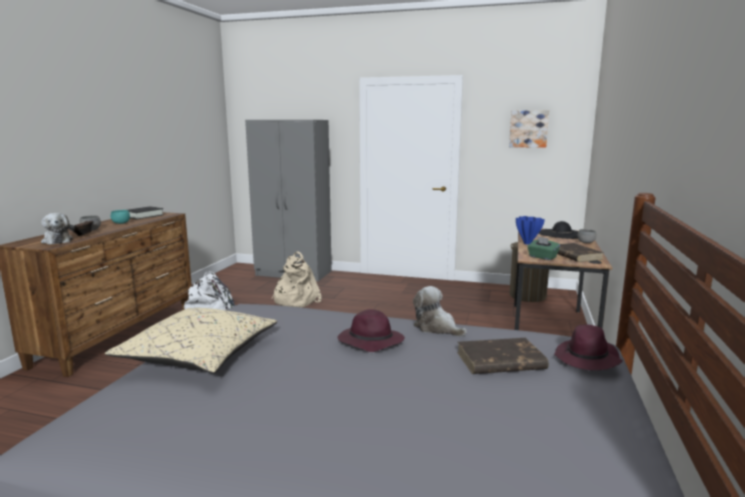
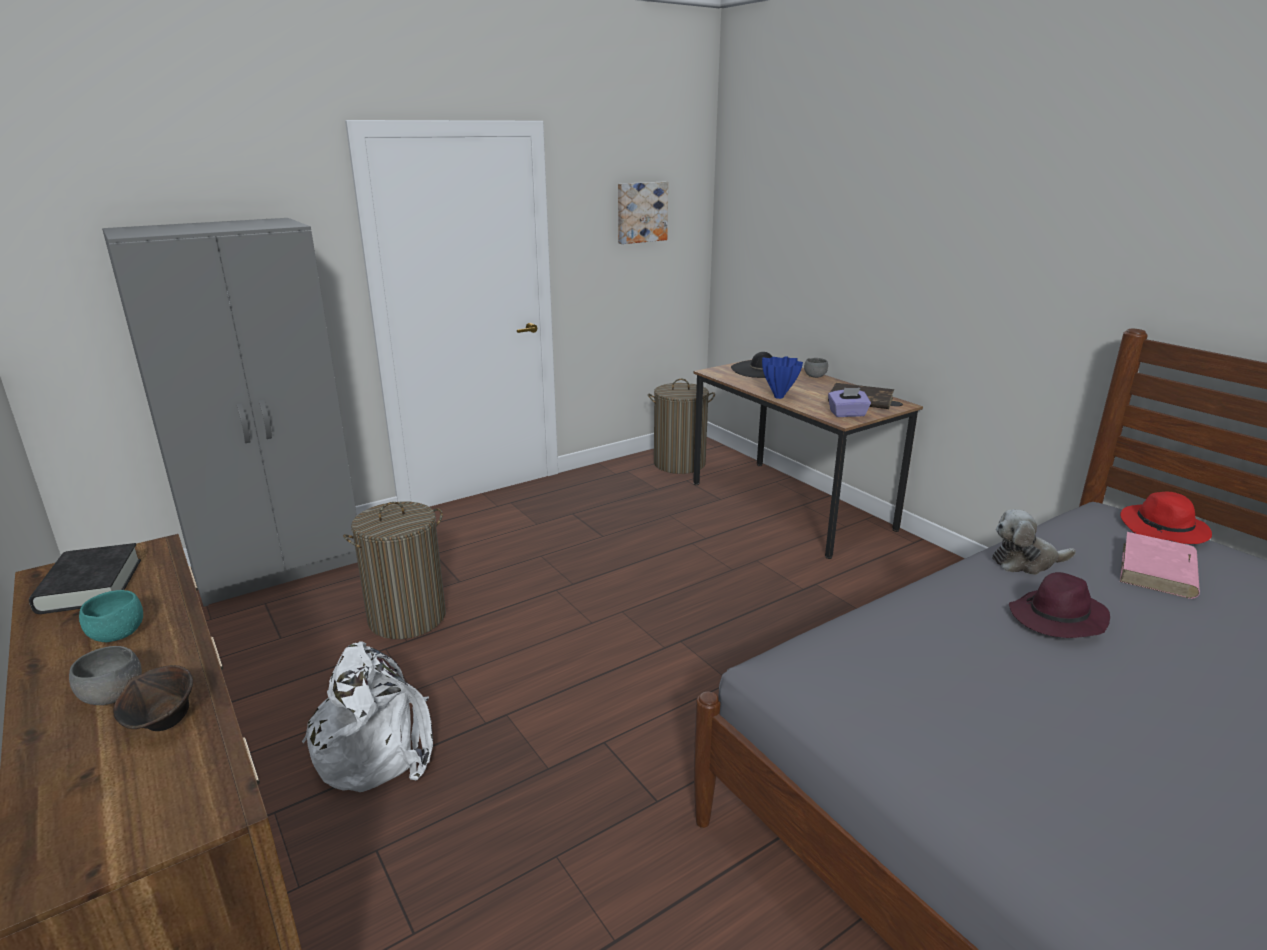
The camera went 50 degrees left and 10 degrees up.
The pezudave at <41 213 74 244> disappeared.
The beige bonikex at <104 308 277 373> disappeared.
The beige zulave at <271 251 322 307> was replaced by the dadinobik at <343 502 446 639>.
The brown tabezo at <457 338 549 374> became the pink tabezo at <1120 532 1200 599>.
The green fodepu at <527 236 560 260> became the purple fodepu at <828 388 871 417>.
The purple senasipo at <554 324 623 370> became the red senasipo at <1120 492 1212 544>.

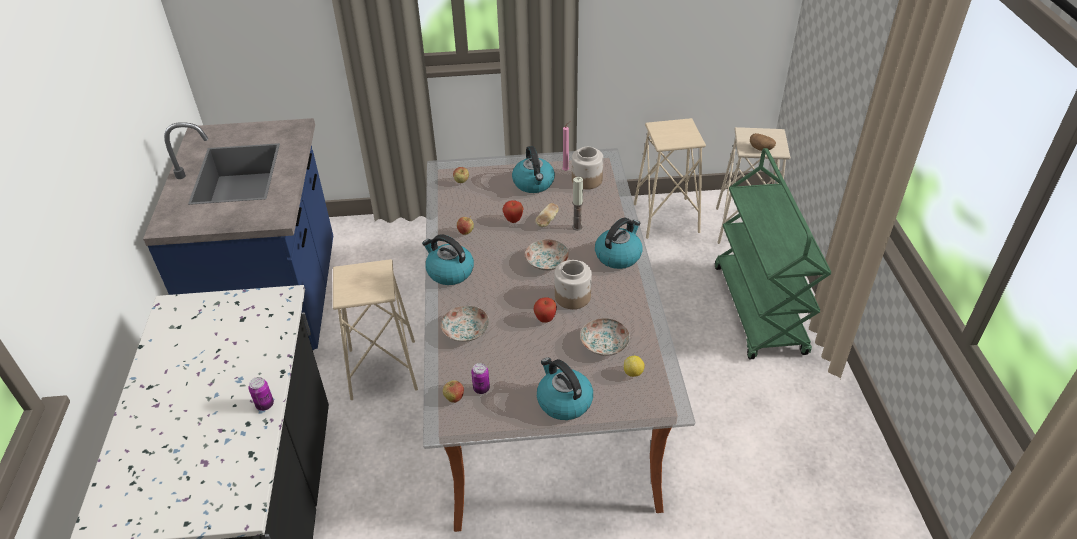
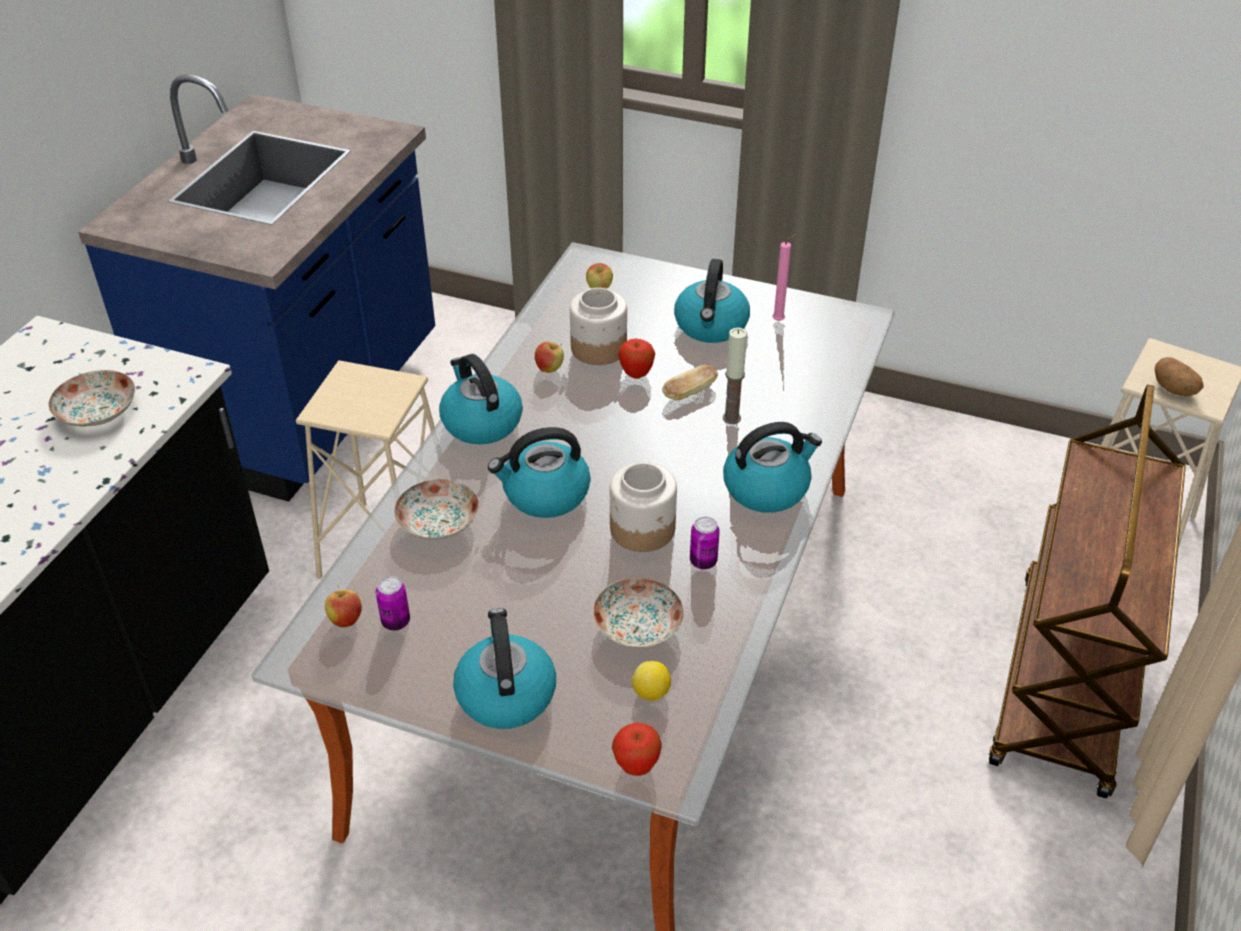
The camera went 25 degrees right and 0 degrees up.
The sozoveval moved from <249 377 274 411> to <690 517 720 569>.
The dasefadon moved from <525 239 569 271> to <49 370 135 427>.
The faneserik moved from <534 297 557 323> to <612 723 662 776>.
The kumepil moved from <572 147 603 189> to <570 288 627 365>.
The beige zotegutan at <634 118 706 239> disappeared.
The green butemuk at <715 148 832 359> became the brown butemuk at <989 385 1186 798>.
The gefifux at <488 427 591 518> appeared.

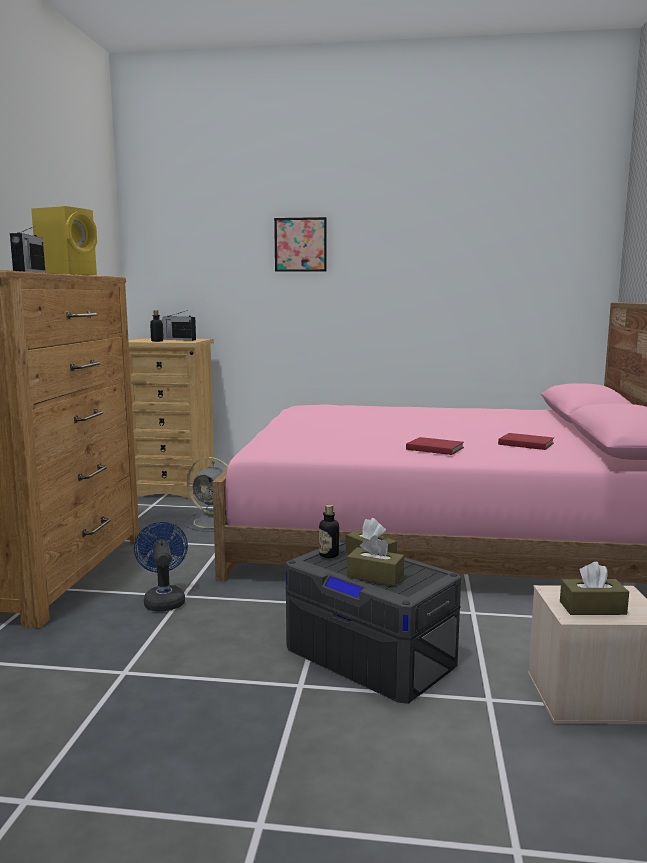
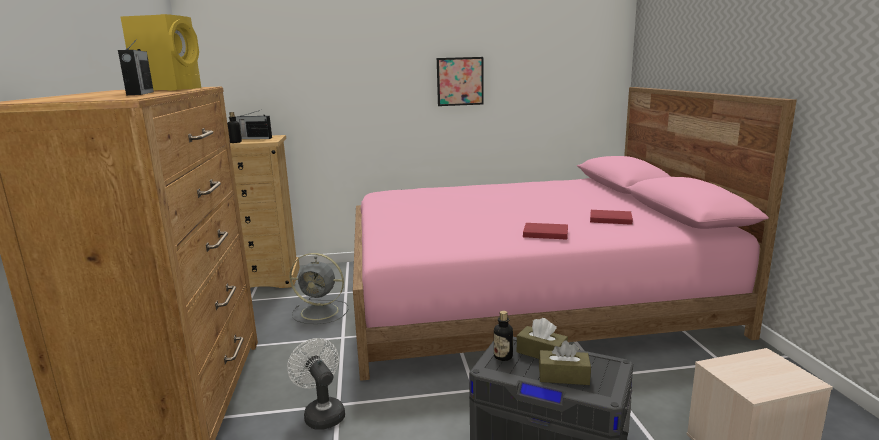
The camera went 15 degrees left and 5 degrees up.
The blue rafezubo at <134 522 188 612> became the white rafezubo at <287 338 345 429>.
The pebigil moved from <274 217 327 272> to <437 57 484 106>.
The brown fodepu at <560 562 629 615> disappeared.

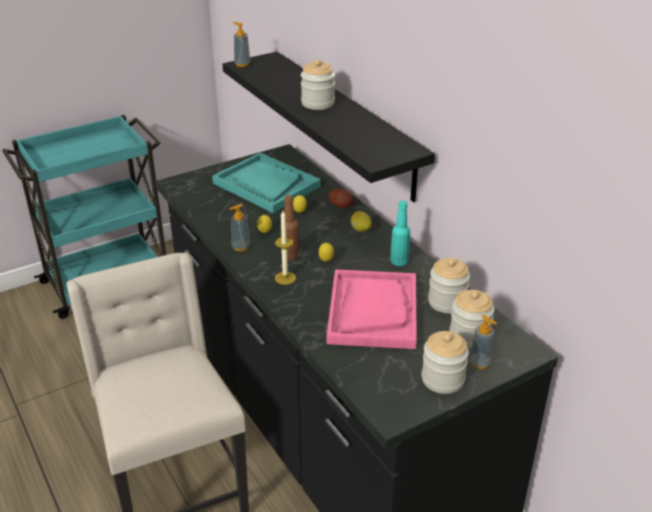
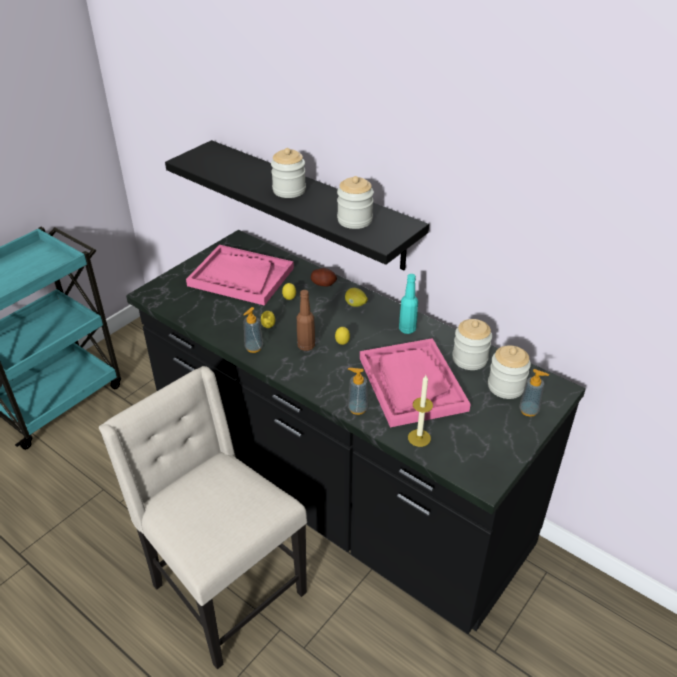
The camera went 20 degrees left and 5 degrees up.
The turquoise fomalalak at <212 152 321 213> became the pink fomalalak at <186 245 294 306>.
The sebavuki moved from <233 22 250 67> to <348 368 368 415>.
The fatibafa moved from <275 211 296 285> to <408 375 433 447>.
The kumepil moved from <422 331 469 394> to <337 176 374 229>.

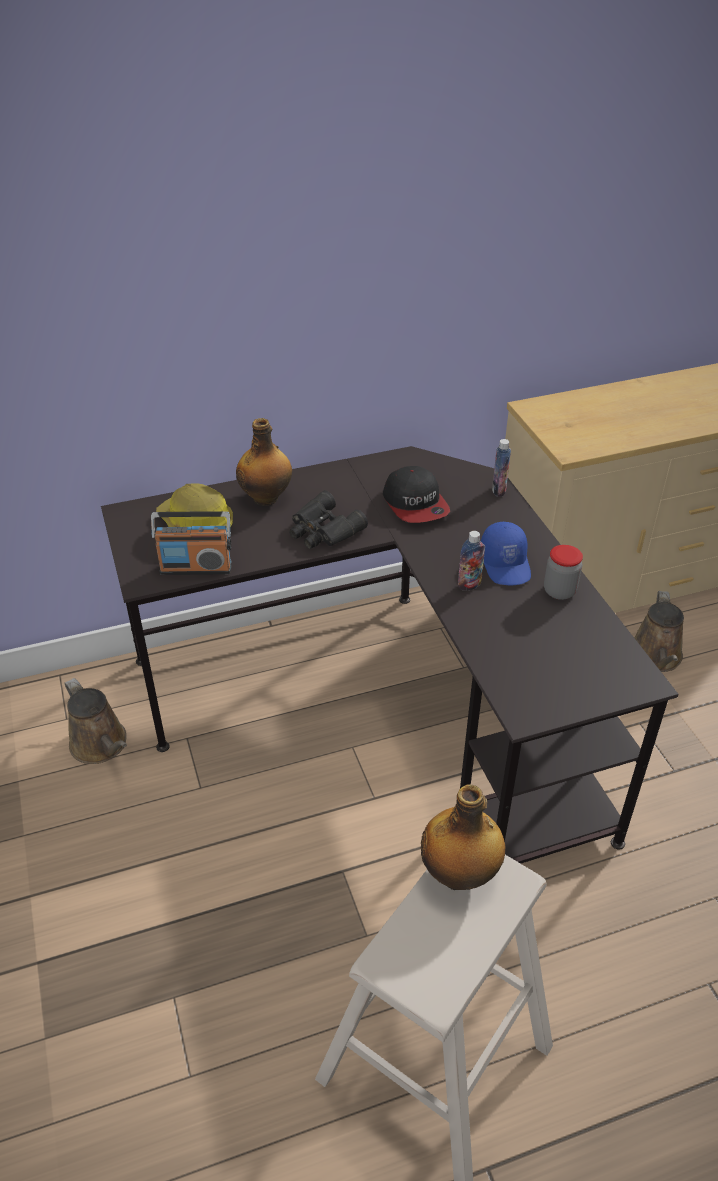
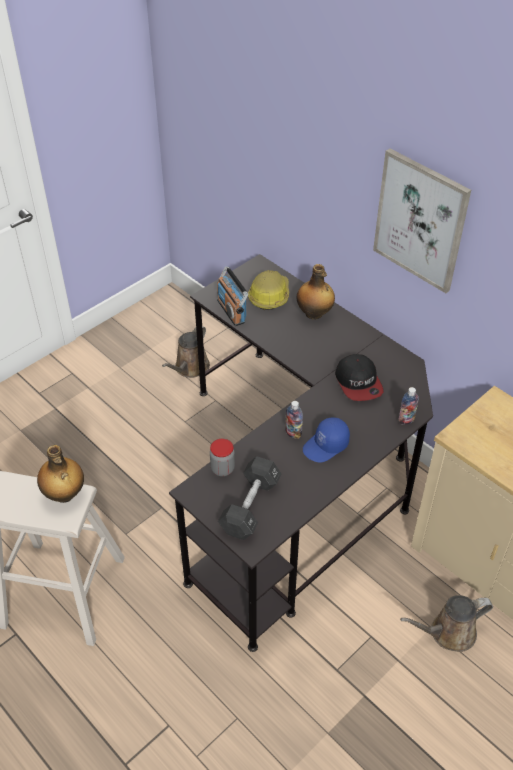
The camera went 65 degrees right and 5 degrees up.
The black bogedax at <289 490 368 549> disappeared.
The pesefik at <383 466 450 523> turned 60 degrees counterclockwise.
The kumepil moved from <544 545 583 600> to <210 439 235 476>.
The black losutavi at <218 456 281 540> appeared.
The pebigil at <373 149 471 293> appeared.

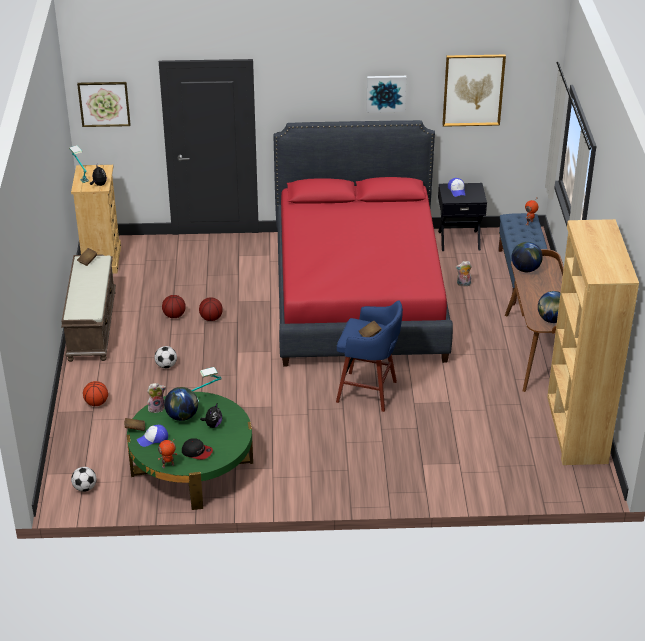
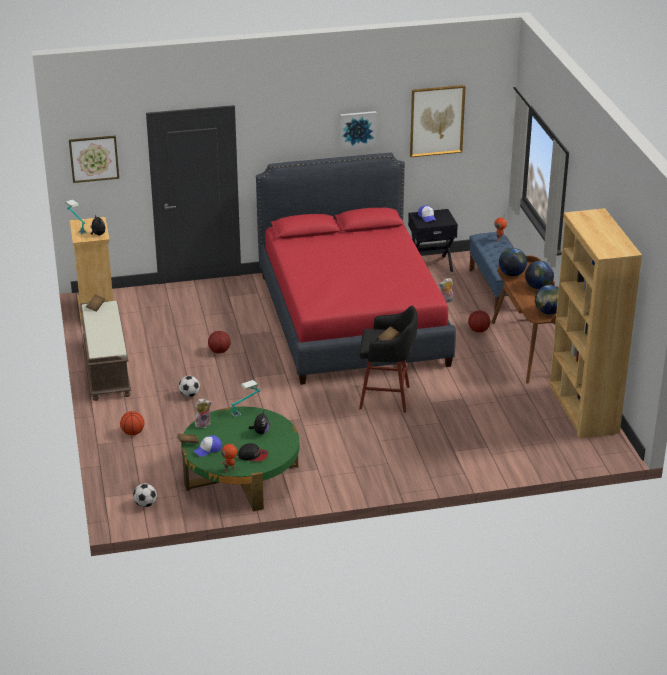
The camera went 10 degrees left and 5 degrees down.
The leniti moved from <162 295 186 318> to <468 310 490 333>.
The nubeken moved from <164 387 198 421> to <525 261 554 289>.
The blue zotegutan at <336 300 403 412> became the black zotegutan at <359 306 418 413>.

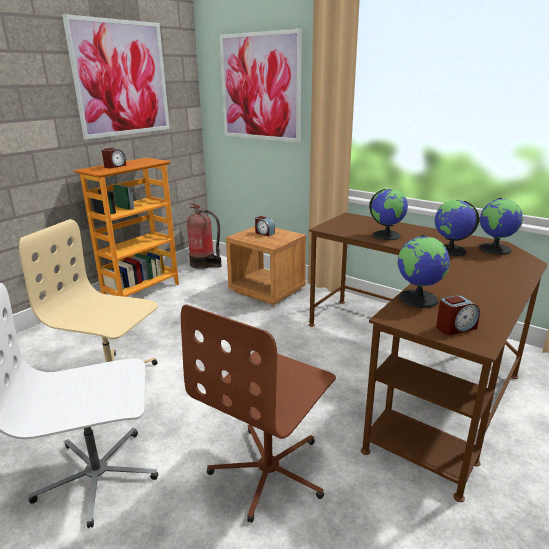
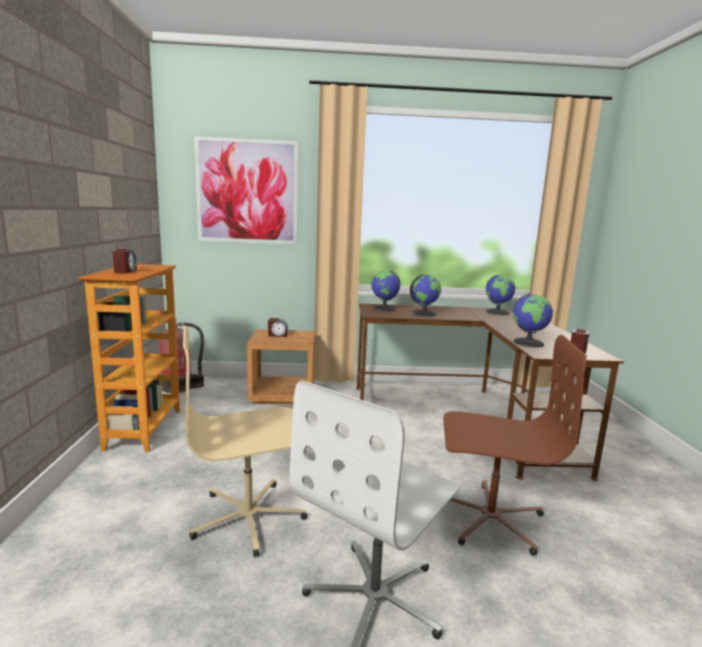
The camera went 40 degrees left and 10 degrees down.
The pebigil at <62 14 170 140> disappeared.
The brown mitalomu at <181 304 336 523> turned 75 degrees counterclockwise.
The nubeken moved from <435 200 480 256> to <371 271 401 311>.

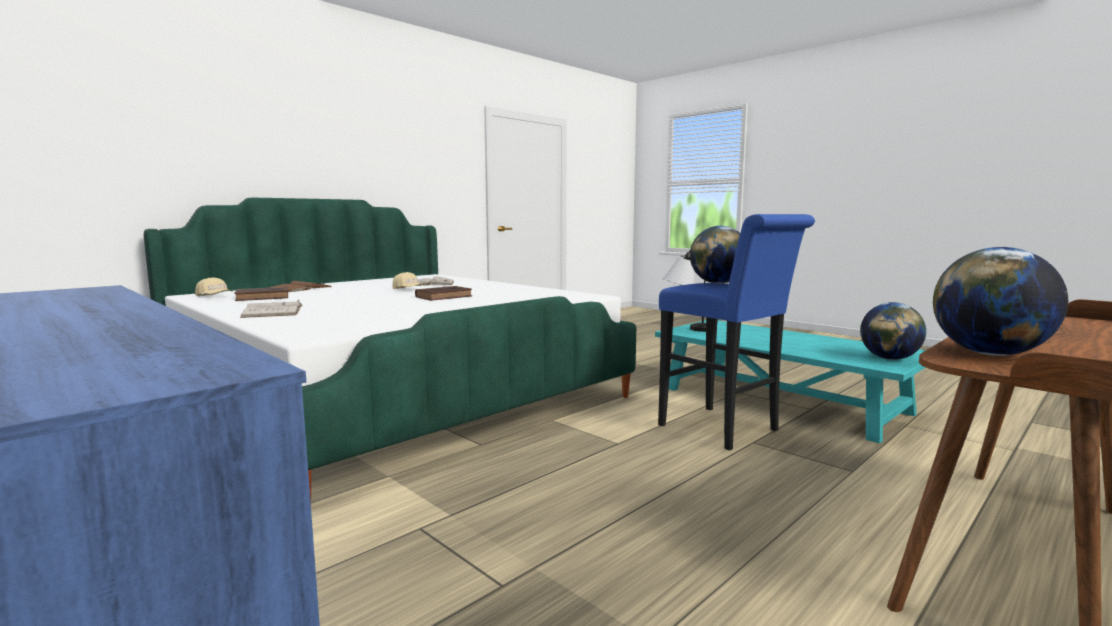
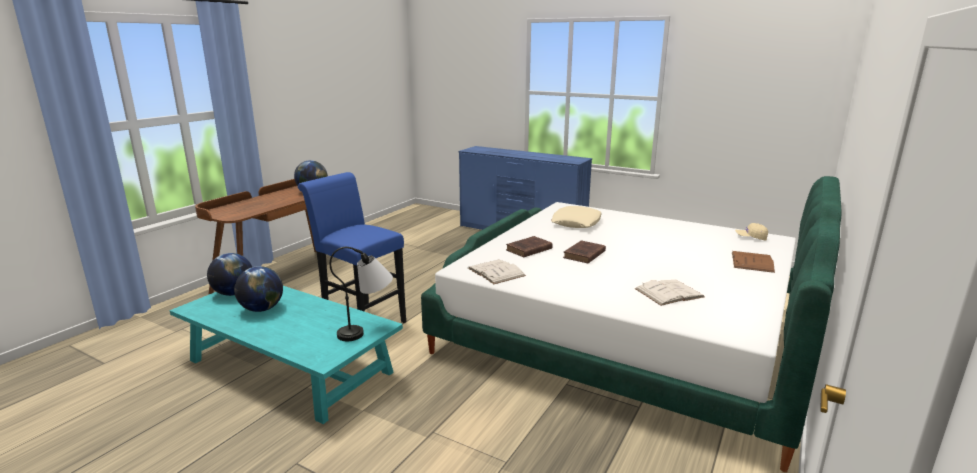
The camera went 165 degrees right and 10 degrees up.
The brown tabezo moved from <235 287 288 301> to <506 236 553 257>.
The white tabezo moved from <240 300 303 318> to <468 260 526 284>.
The beige pesefik at <393 272 425 289> disappeared.
The nubeken moved from <690 226 740 284> to <234 266 283 312>.
The beige bonikex at <551 206 602 228> appeared.

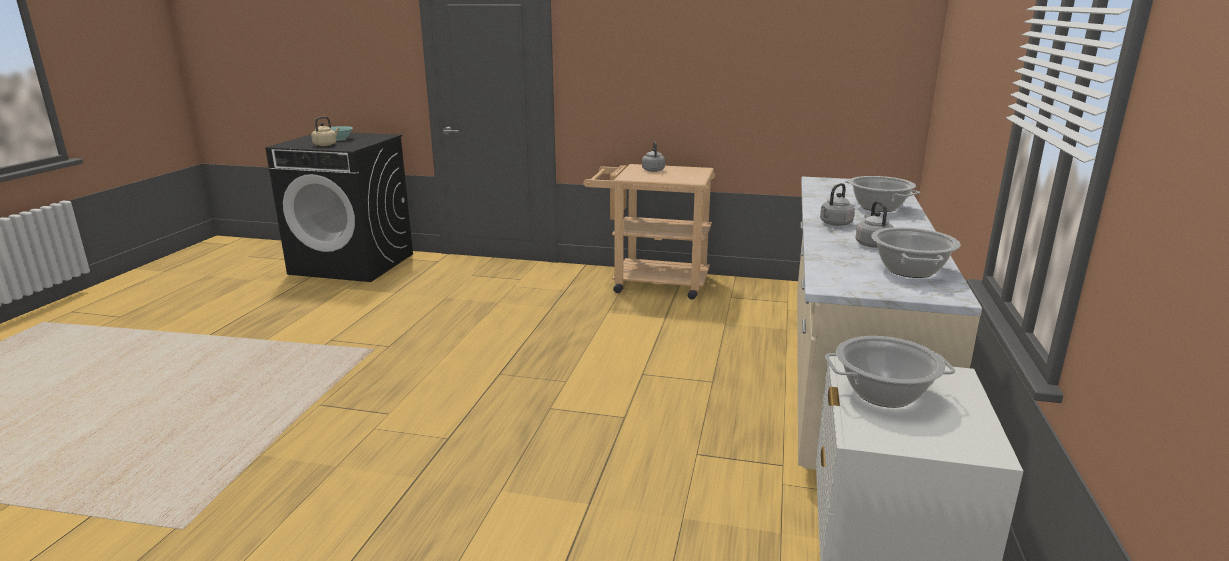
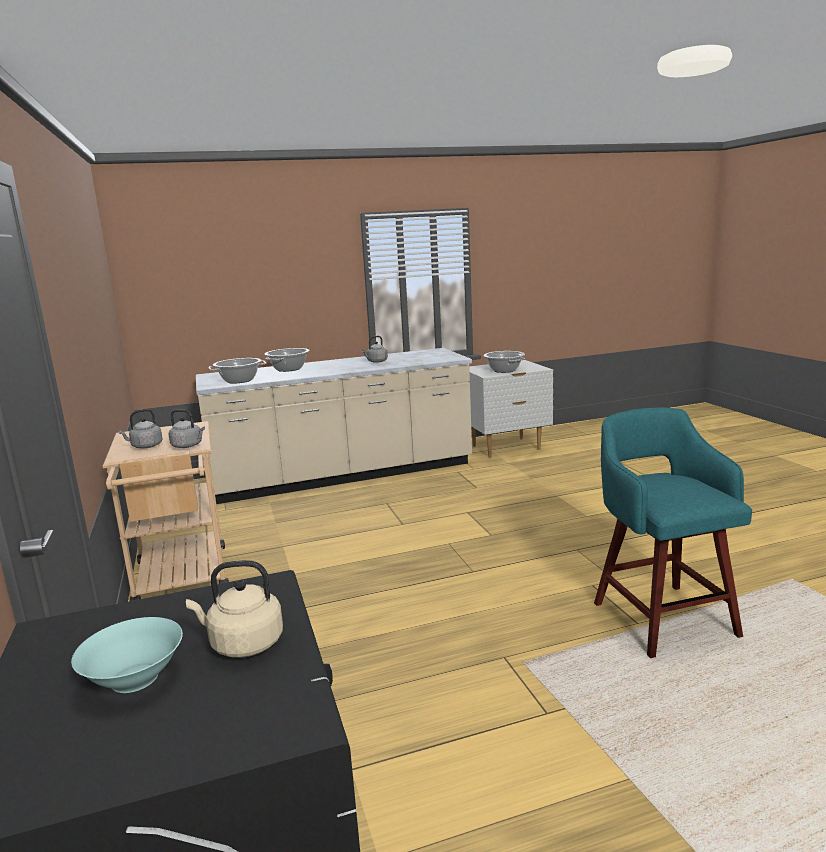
The camera went 120 degrees left and 5 degrees down.
The grey gefifux moved from <820 183 855 226> to <169 409 205 448>.
The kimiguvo moved from <871 227 961 278> to <209 358 266 384>.
The turquoise zotegutan at <594 408 752 658> appeared.

